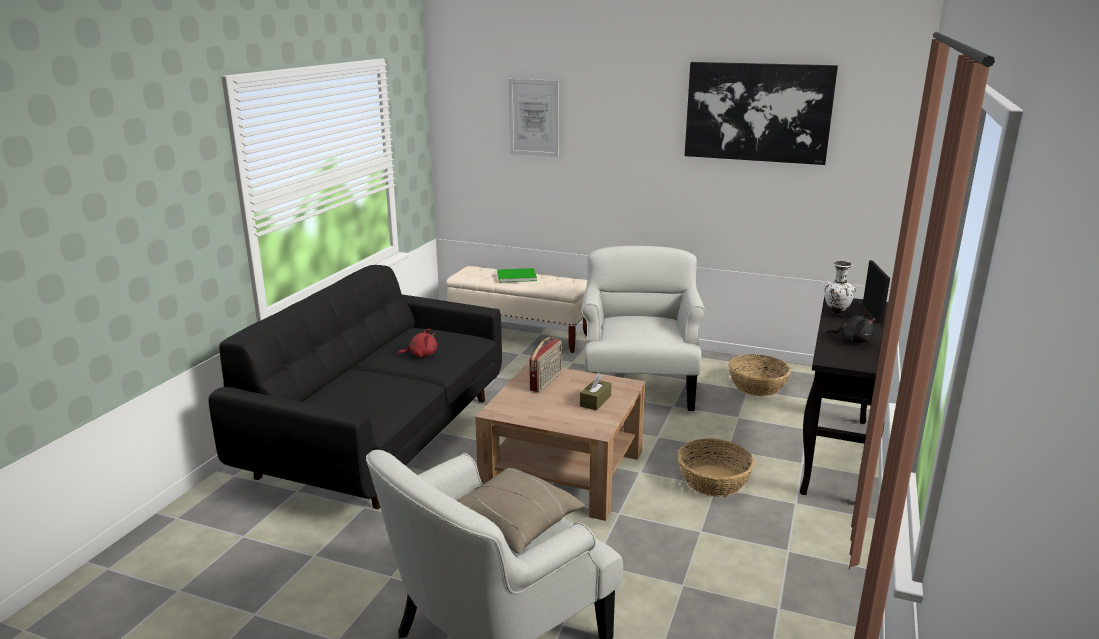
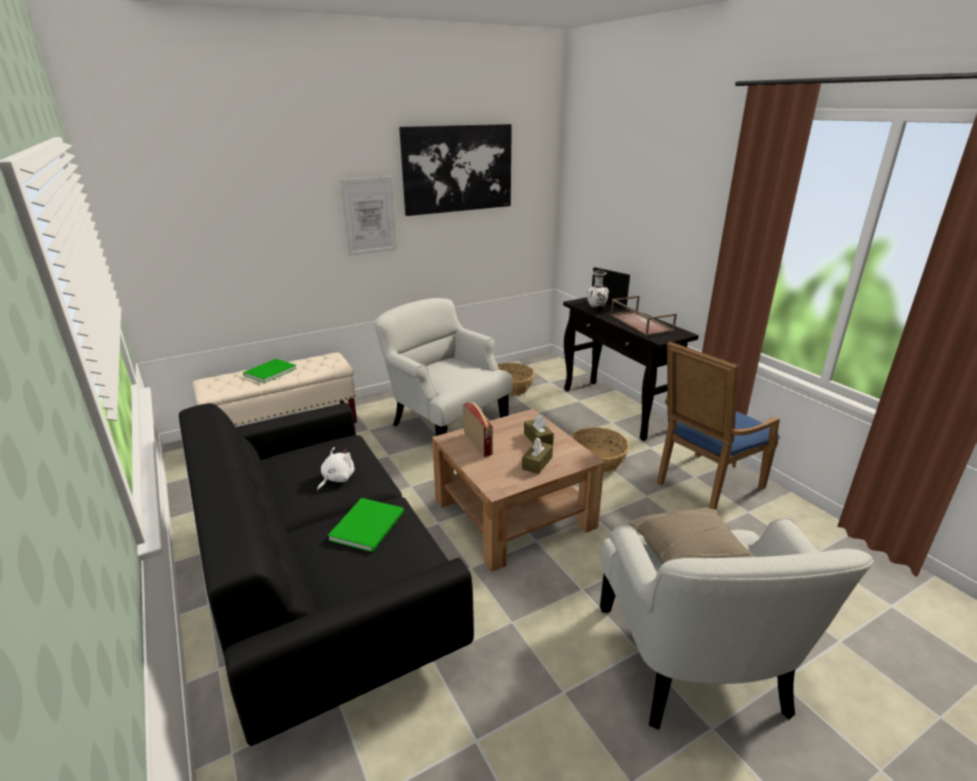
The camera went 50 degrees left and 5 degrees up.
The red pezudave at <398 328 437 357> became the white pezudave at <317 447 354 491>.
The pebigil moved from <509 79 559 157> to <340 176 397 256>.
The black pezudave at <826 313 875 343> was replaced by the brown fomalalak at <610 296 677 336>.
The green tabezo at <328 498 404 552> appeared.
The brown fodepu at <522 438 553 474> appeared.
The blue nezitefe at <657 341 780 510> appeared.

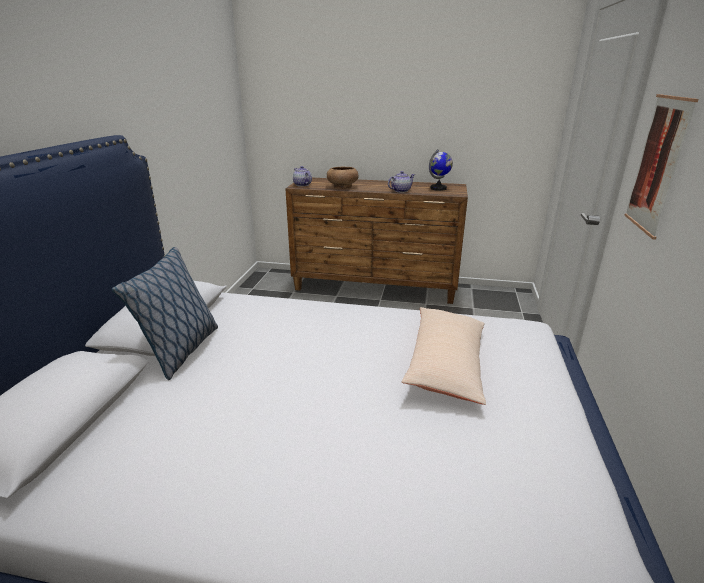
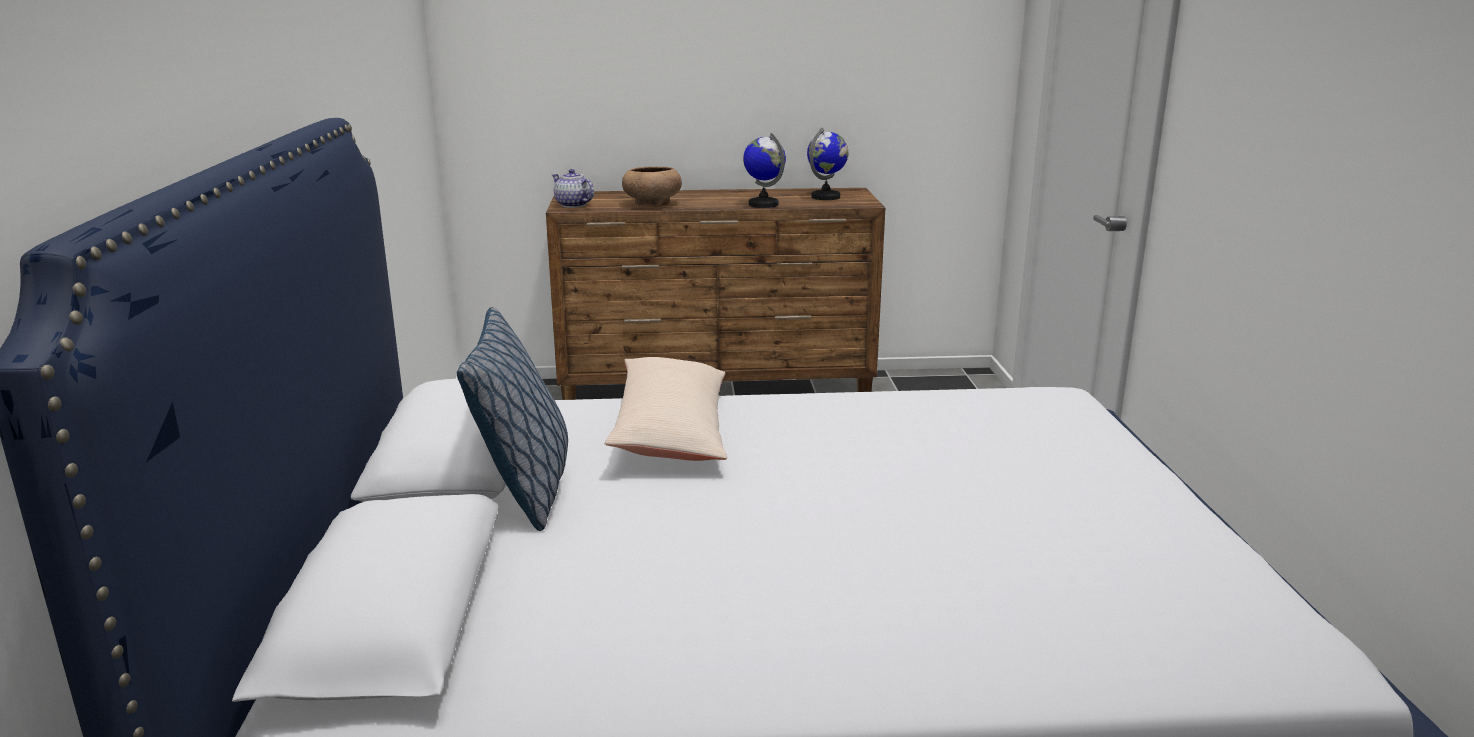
The camera went 15 degrees left and 5 degrees down.
The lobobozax at <388 171 415 193> was replaced by the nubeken at <743 133 786 208>.
The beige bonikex moved from <402 307 486 405> to <605 357 727 461>.
The pebigil at <624 94 699 240> disappeared.

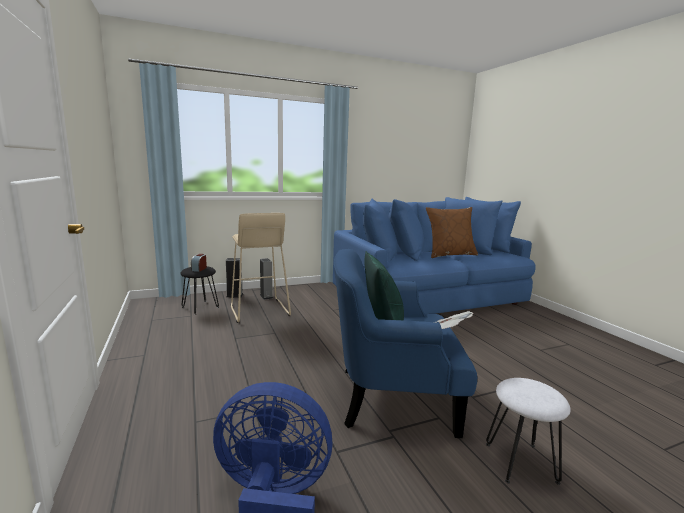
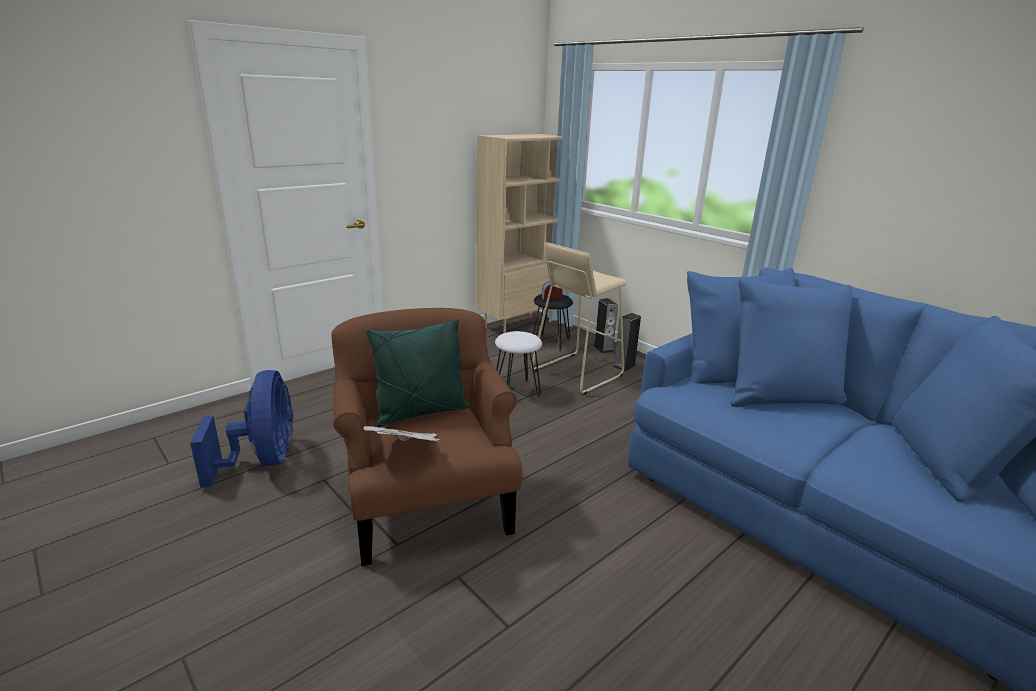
The camera went 70 degrees right and 10 degrees up.
The blue nezitefe at <334 249 477 438> became the brown nezitefe at <331 308 522 566>.
The brown bonikex at <426 207 478 258> disappeared.
The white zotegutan moved from <486 378 571 485> to <495 331 542 397>.
The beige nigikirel at <477 134 563 334> appeared.

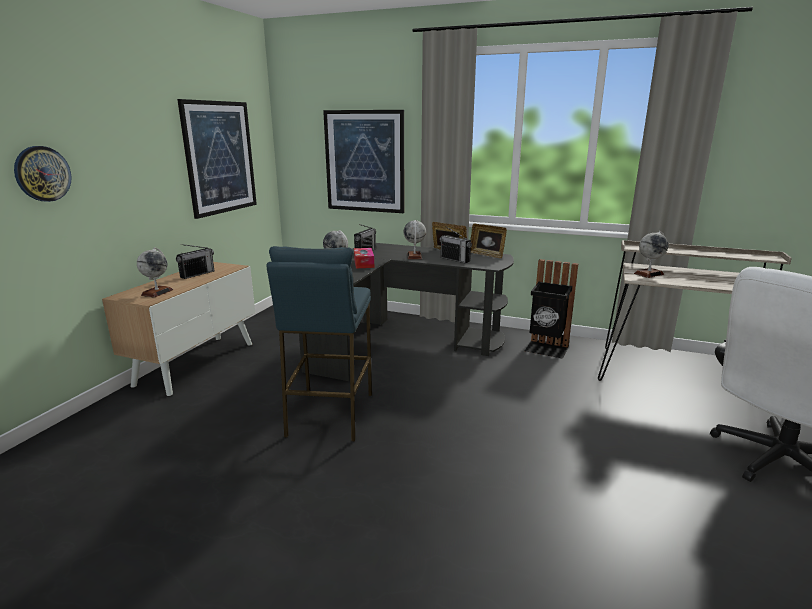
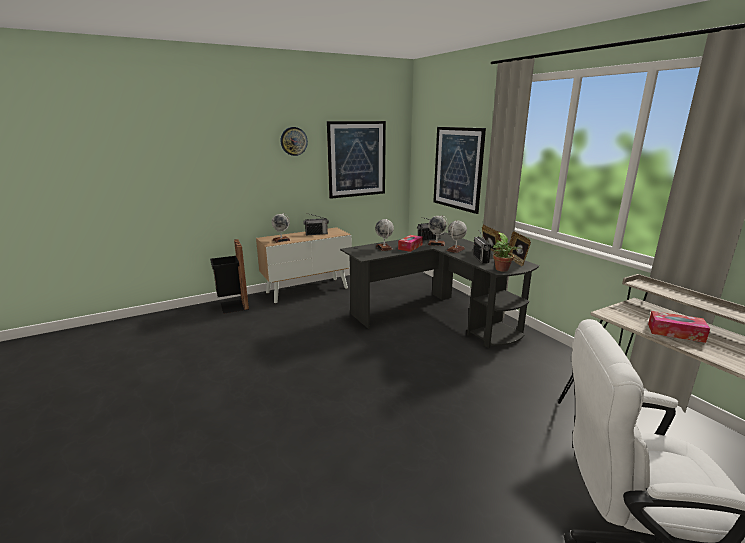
The camera went 40 degrees right and 0 degrees up.
The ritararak moved from <14 146 72 202> to <281 127 308 156>.
The blue zotegutan at <266 246 372 442> disappeared.
The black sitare moved from <525 259 579 359> to <210 239 249 314>.
The nubeken moved from <634 231 668 278> to <428 215 448 246>.
The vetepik at <493 232 522 271> appeared.
The fodepu at <648 311 710 343> appeared.

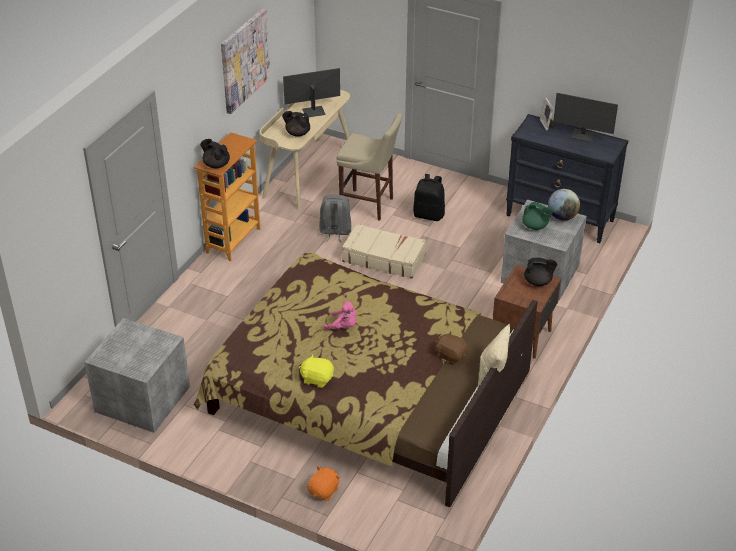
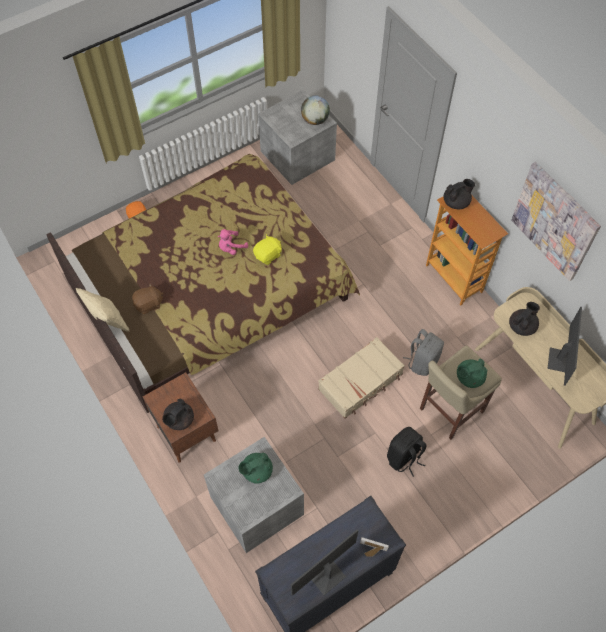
The camera went 120 degrees right and 20 degrees up.
The yellow pezudave moved from <299 354 334 388> to <253 234 282 265>.
The nubeken moved from <548 189 580 221> to <301 95 330 125>.
The green lobobozax at <457 359 488 388> appeared.

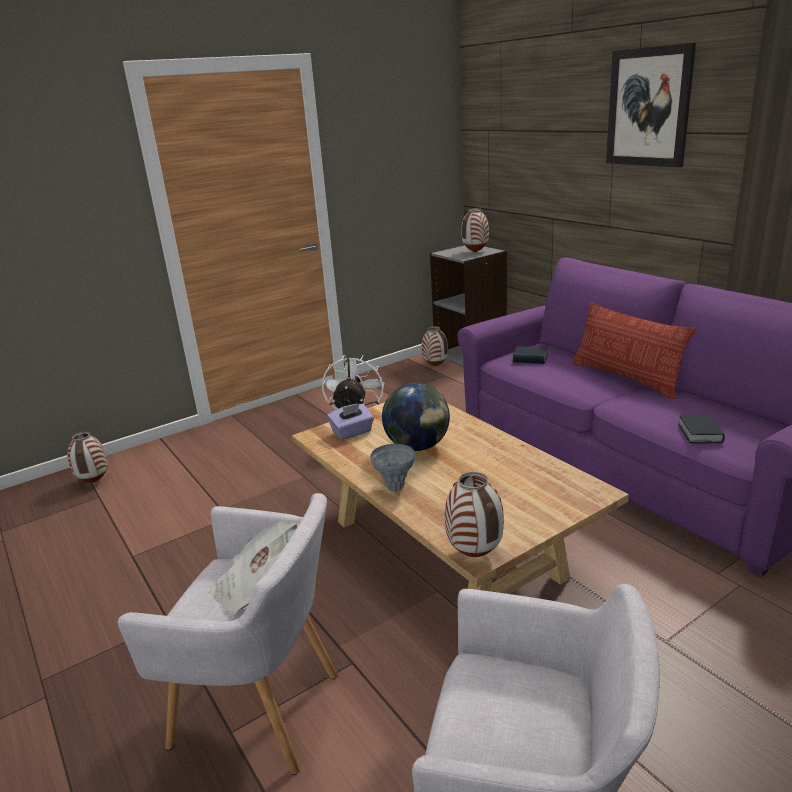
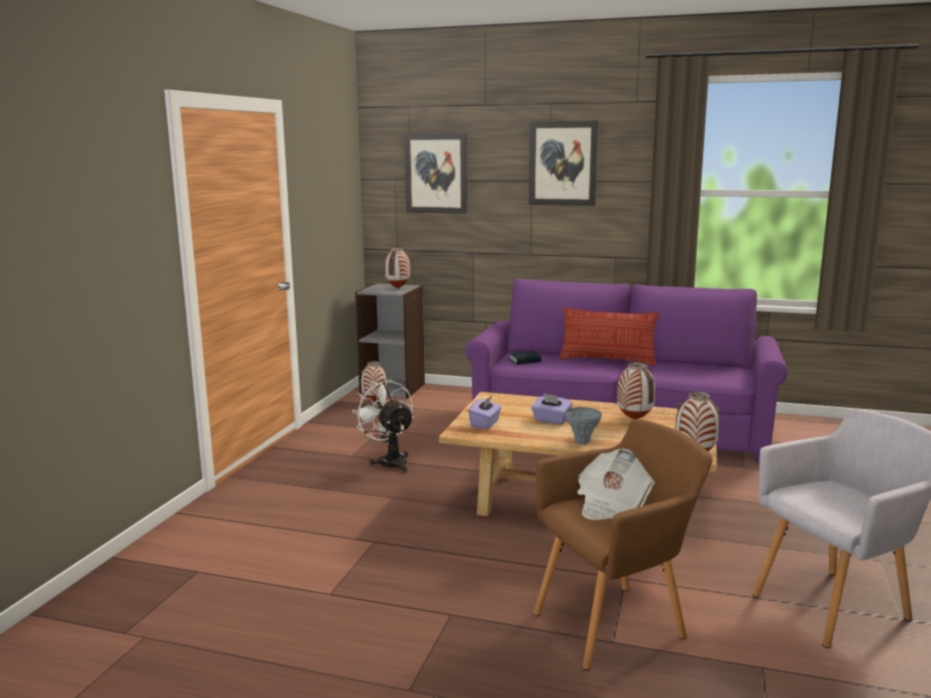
The camera went 40 degrees left and 10 degrees down.
The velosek moved from <67 432 108 483> to <617 362 655 419>.
The grey nezitefe at <118 493 338 775> became the brown nezitefe at <533 419 713 670>.
The nubeken at <382 383 450 451> was replaced by the purple fodepu at <531 393 573 425>.
The tabezo at <678 415 725 444> disappeared.
The pebigil at <404 133 468 214> appeared.

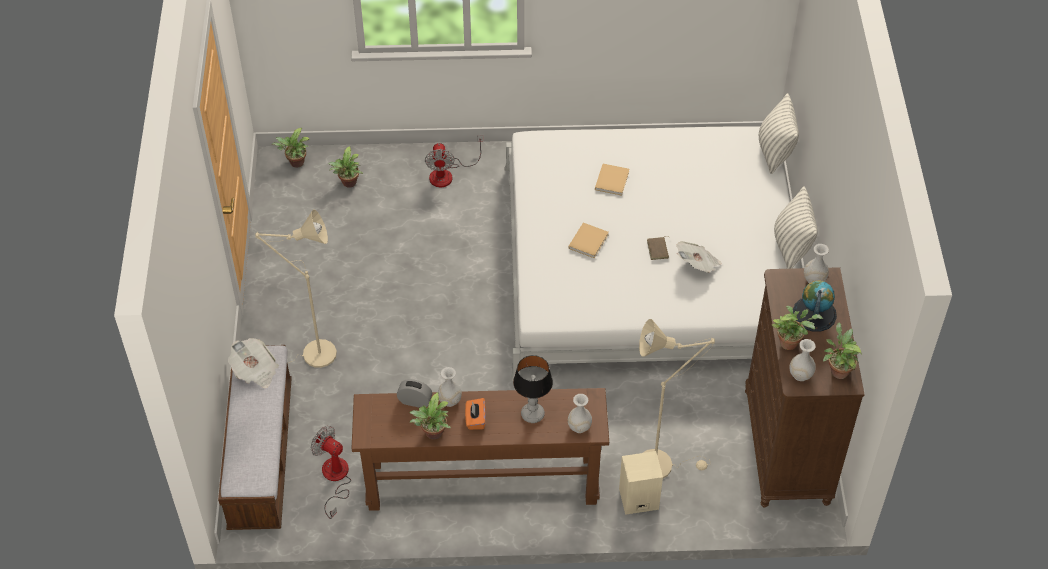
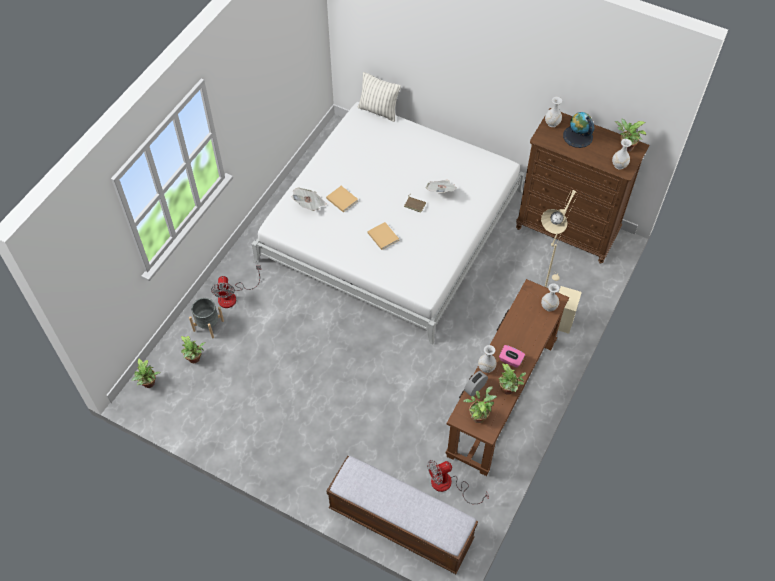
The camera went 60 degrees left and 5 degrees up.
The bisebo moved from <228 338 279 388> to <291 187 327 211>.
The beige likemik at <255 209 337 368> disappeared.
The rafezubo at <425 135 483 187> turned 60 degrees clockwise.
The orange fodepu at <465 398 486 430> became the pink fodepu at <499 345 525 368>.
The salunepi at <513 355 553 423> disappeared.
The vetepik moved from <772 306 823 350> to <463 386 497 423>.
The bonikex at <774 186 818 269> disappeared.
The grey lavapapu at <189 298 224 339> appeared.

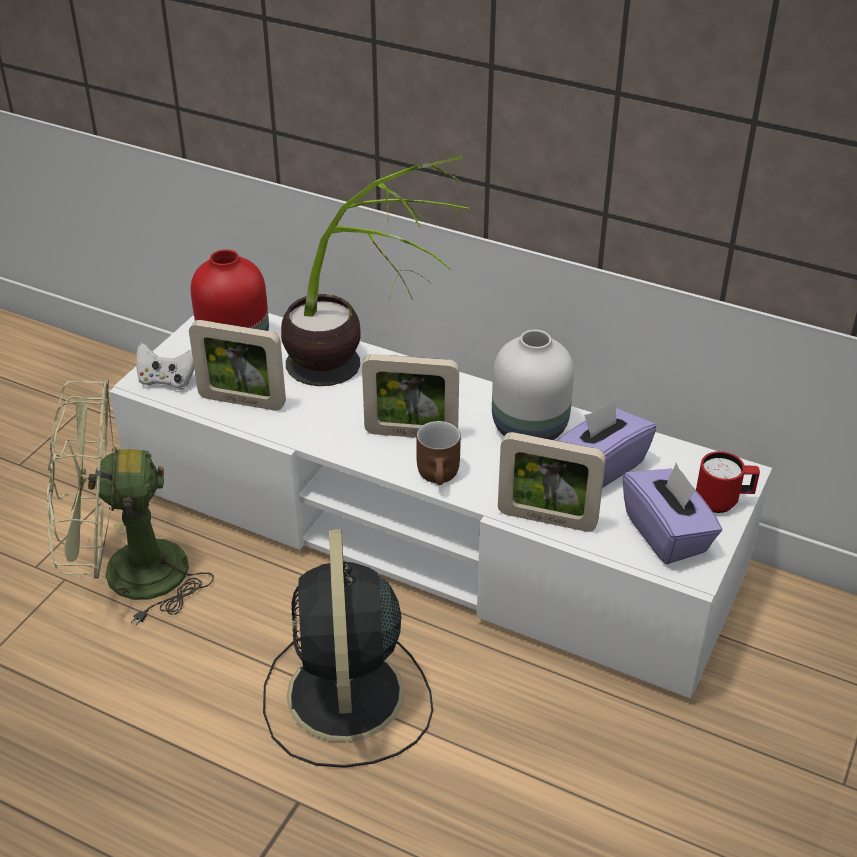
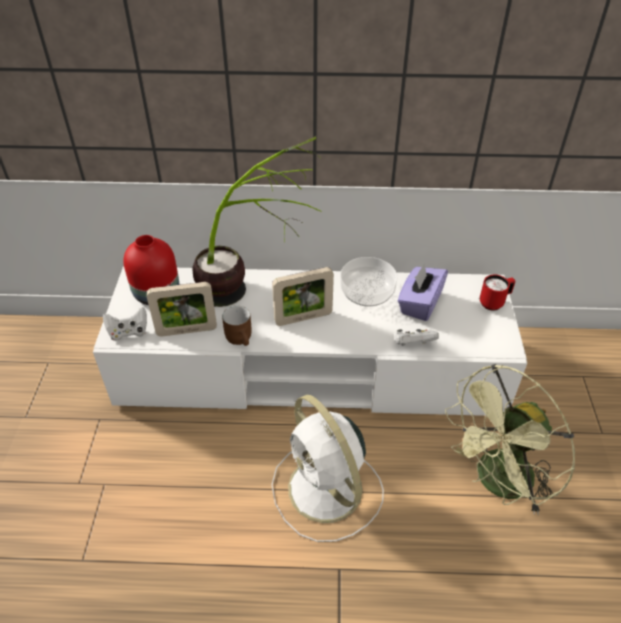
The camera went 25 degrees left and 5 degrees up.
The green rafezubo moved from <47 380 214 625> to <445 364 575 515>.
The black rafezubo at <263 529 433 768> became the white rafezubo at <271 395 384 542>.
The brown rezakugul moved from <416 421 461 485> to <222 306 252 346>.
The white velosek at <492 330 574 440> was replaced by the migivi at <340 257 397 307>.
The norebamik at <498 432 606 532> was replaced by the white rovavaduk at <394 329 439 346>.
The purple fodepu at <623 462 722 564> disappeared.

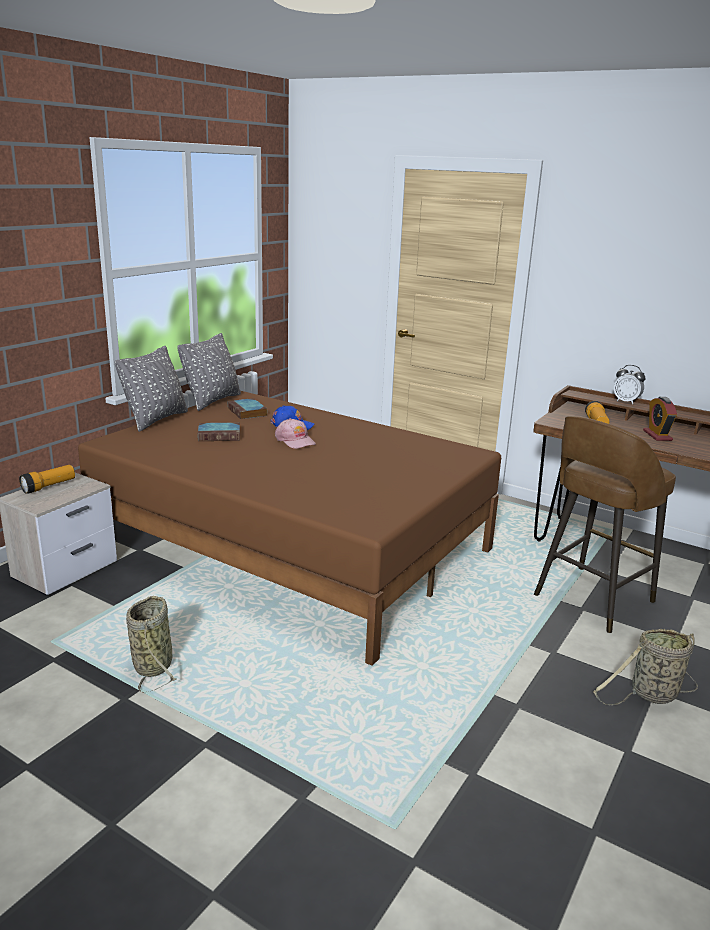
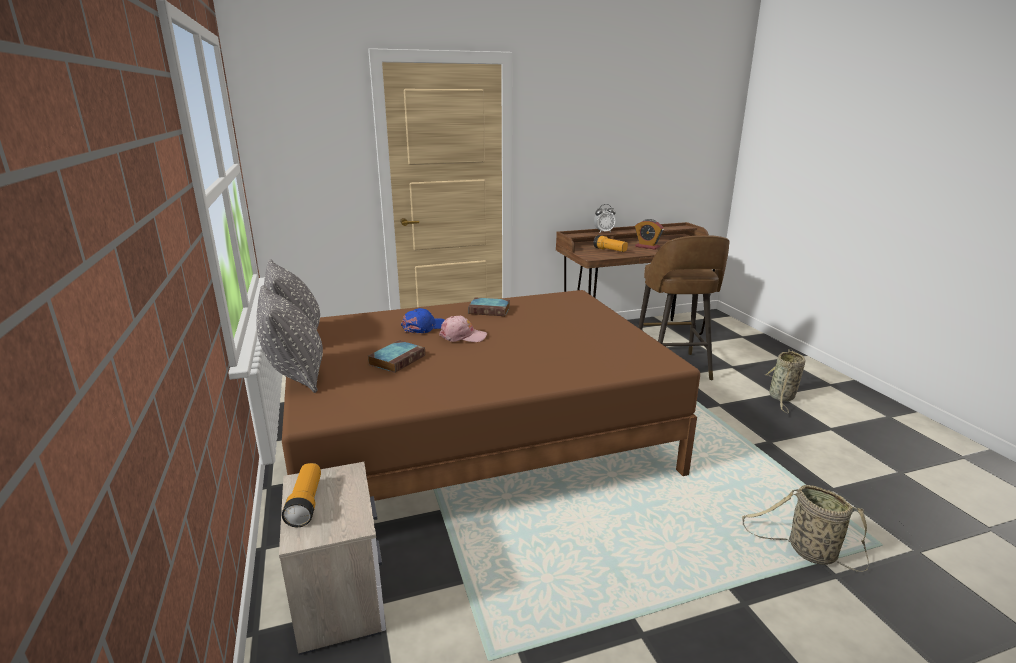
The camera went 50 degrees left and 0 degrees up.
The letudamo moved from <126 596 176 693> to <742 485 869 572>.
The tabezo moved from <228 398 267 419> to <468 297 510 316>.

